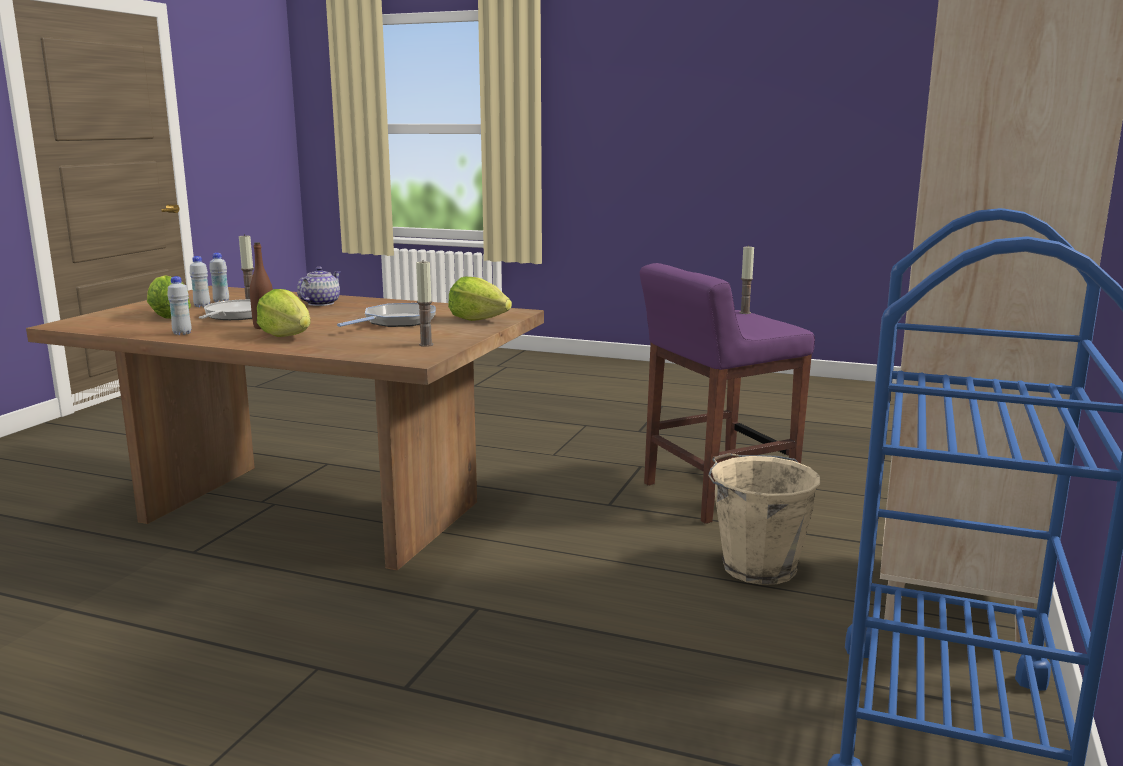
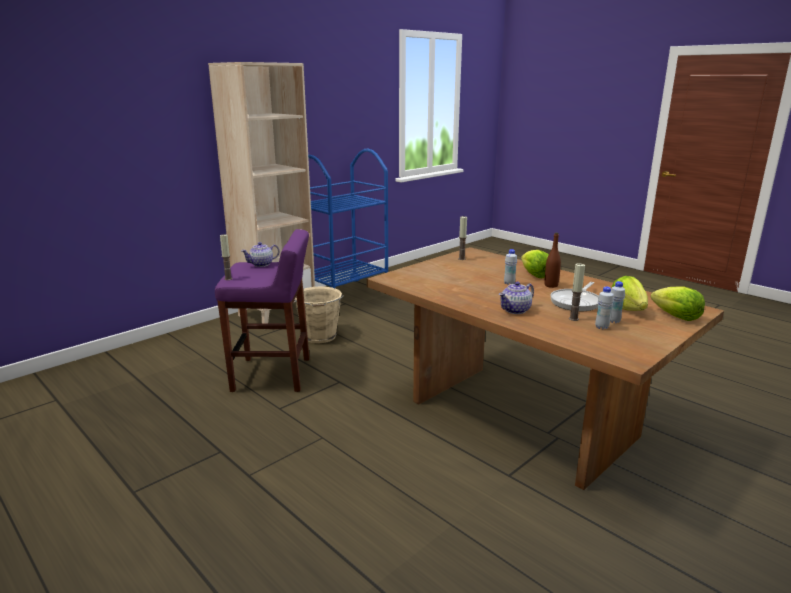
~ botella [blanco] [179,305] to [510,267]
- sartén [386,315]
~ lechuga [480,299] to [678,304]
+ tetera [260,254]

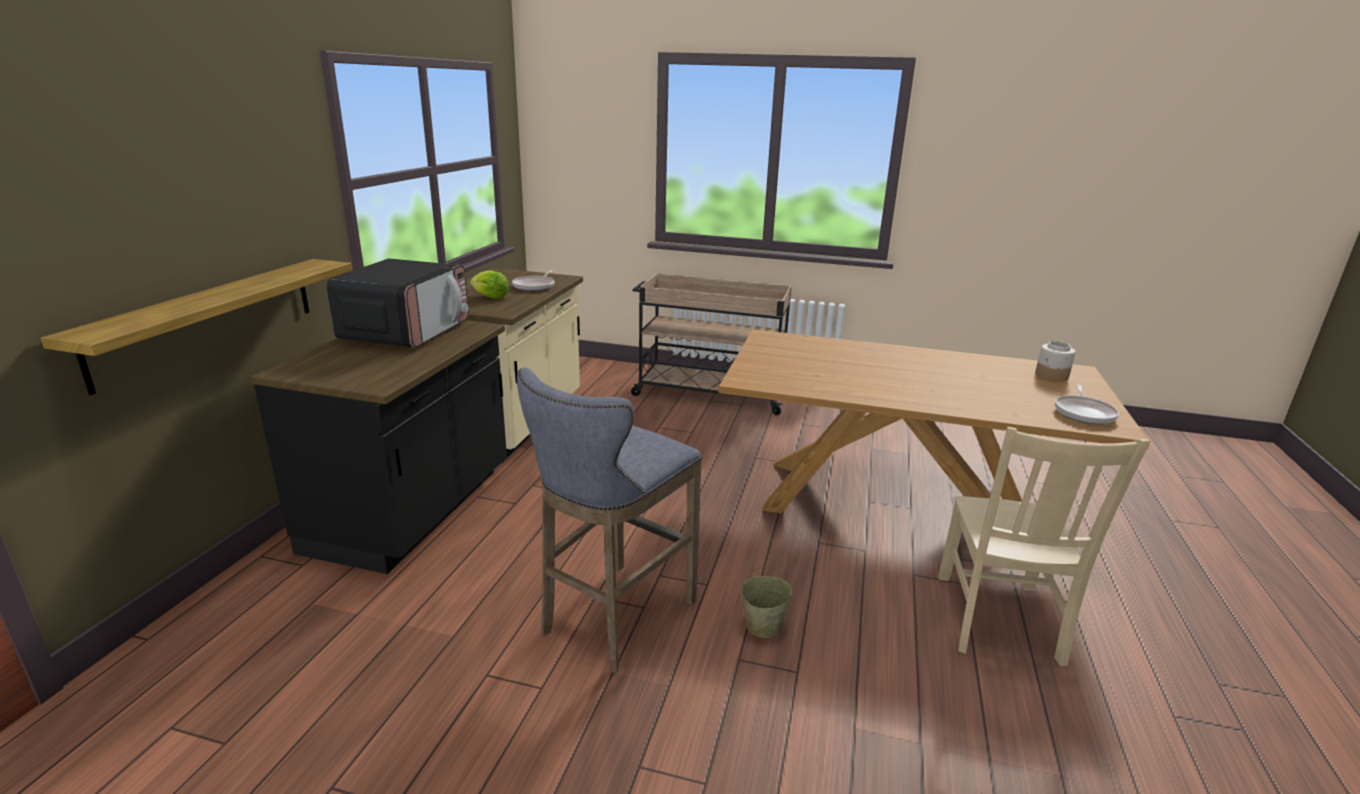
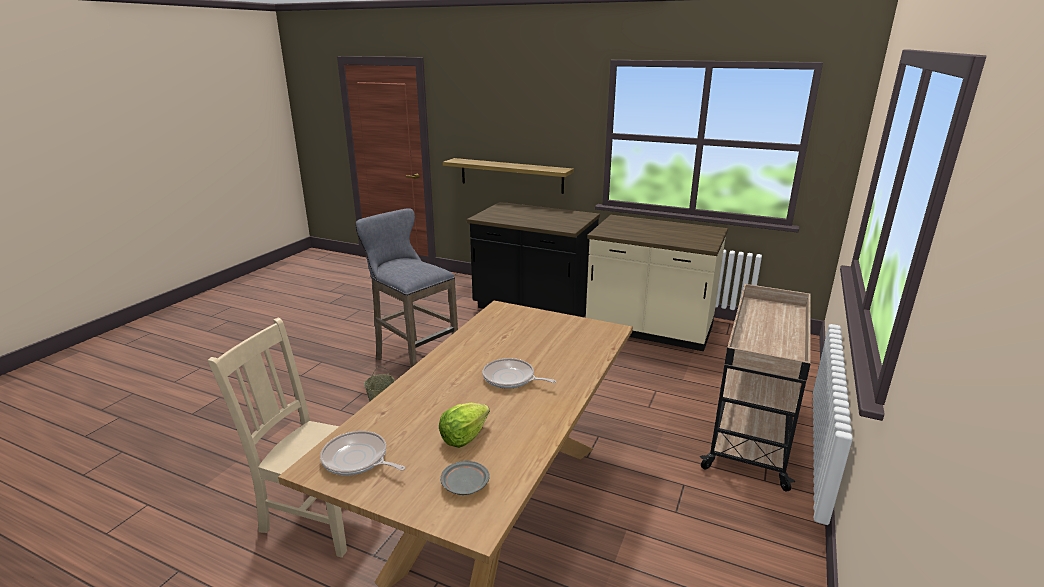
- microondas [397,303]
~ lechuga [489,284] to [464,425]
~ sartén [533,280] to [519,373]
~ tarro [1055,361] to plato [gris] [465,478]

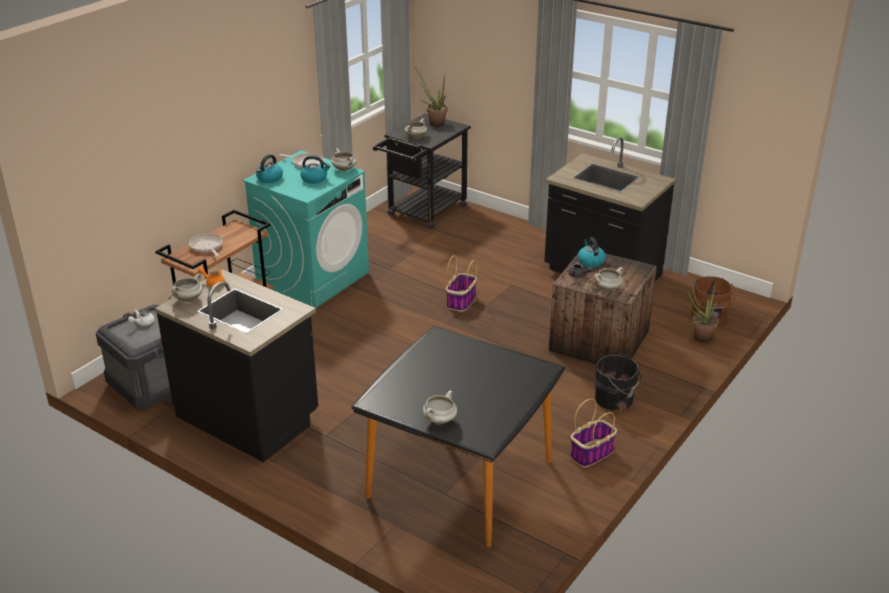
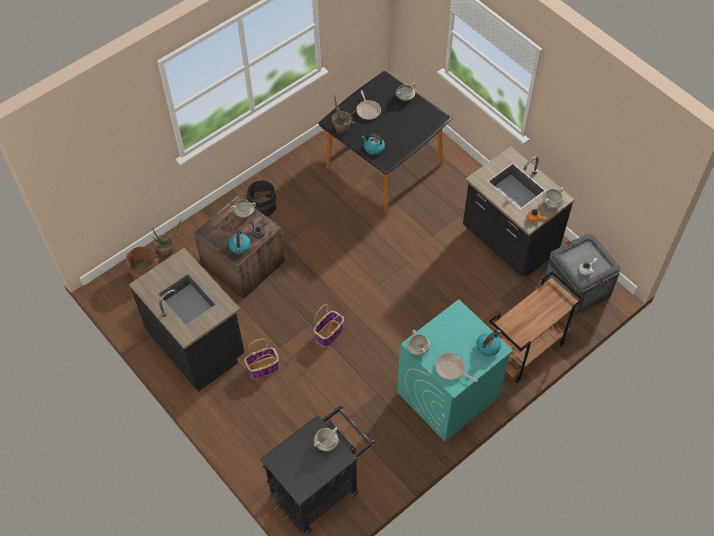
~ sartén [206,245] to [368,105]
~ hervidor [315,169] to [373,144]
~ planta en maceta [431,97] to [344,114]
~ cesta [593,433] to [261,359]

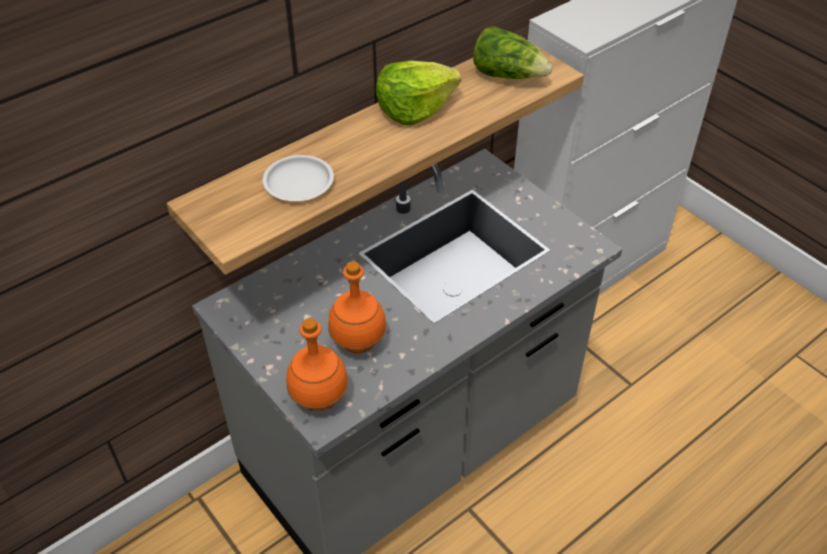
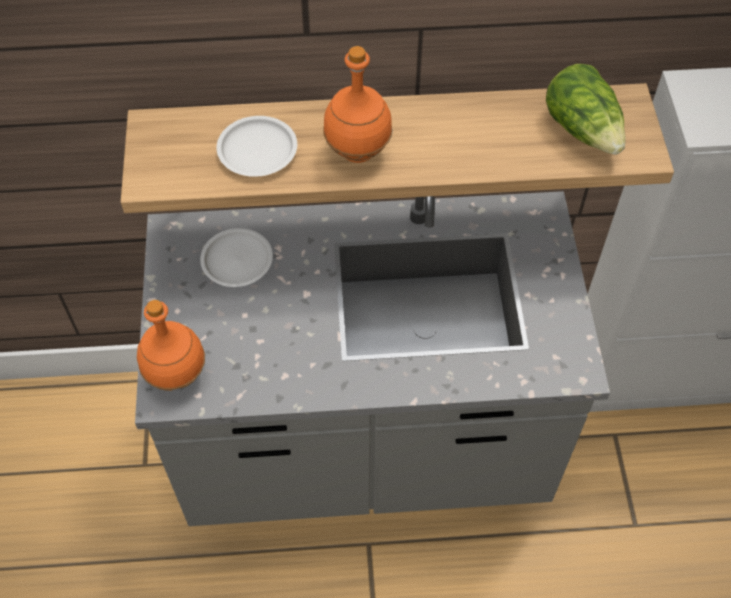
~ botella [naranja] [357,307] to [357,104]
- lechuga [418,93]
+ plato [blanco] [236,257]

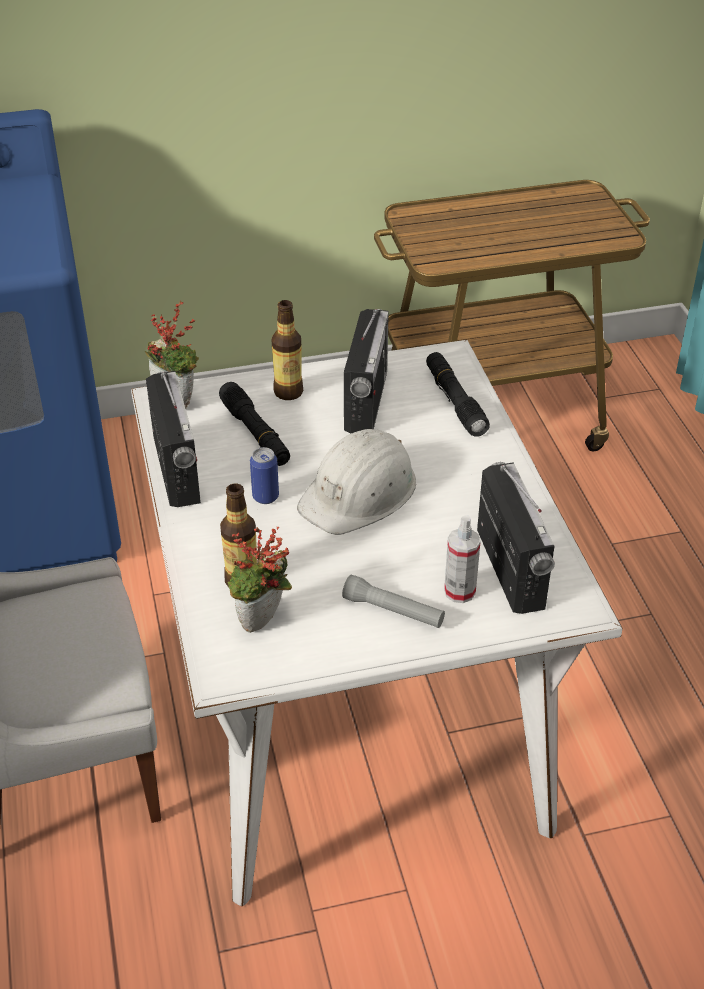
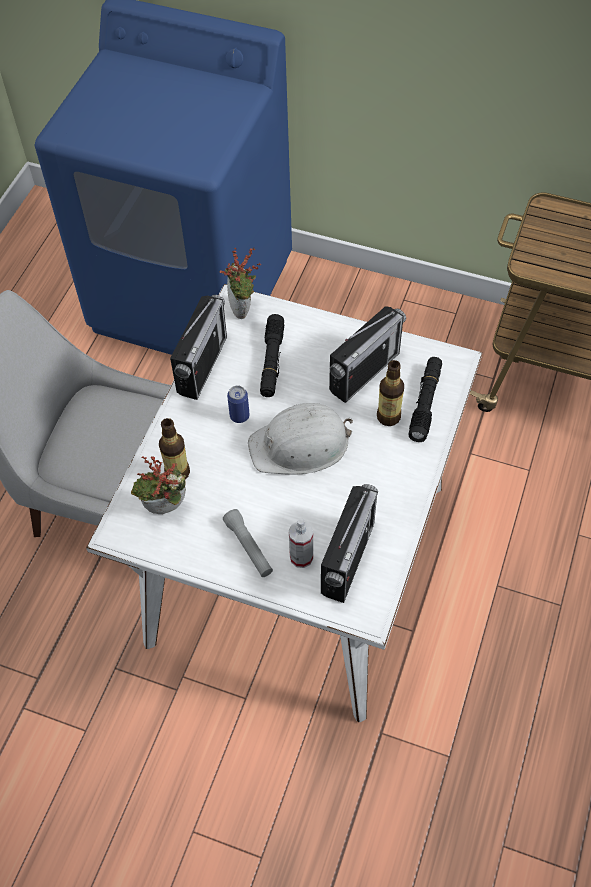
~ botella [287,350] to [390,393]

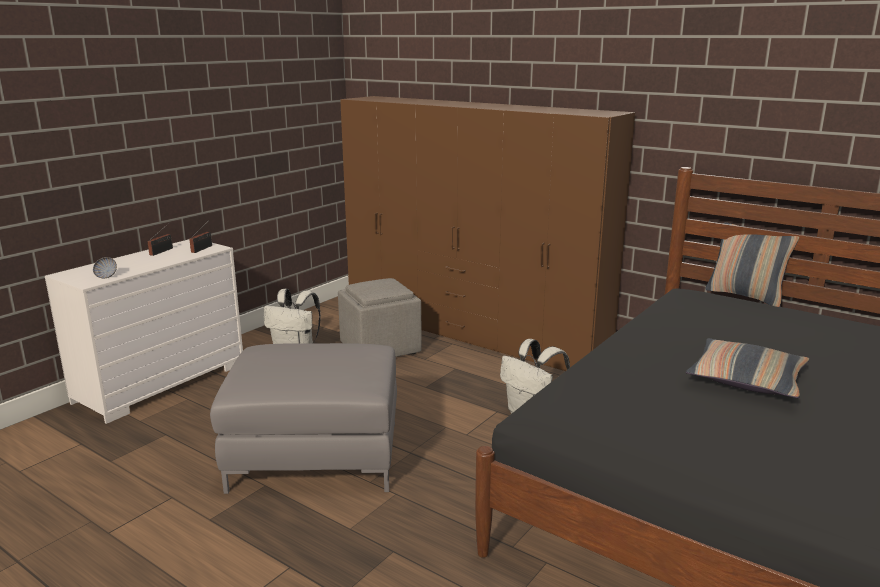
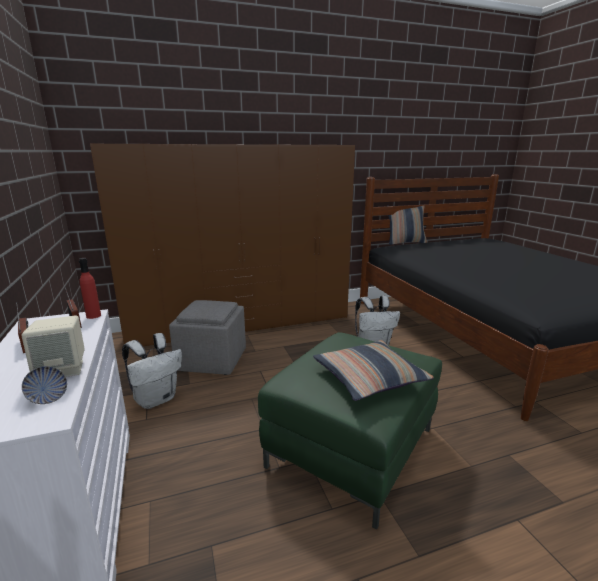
~ puf [gris] [303,418] to puf [verde] [350,431]
~ cojín [747,368] to [373,370]
+ altavoz [beis] [53,346]
+ botella [rojo] [90,288]

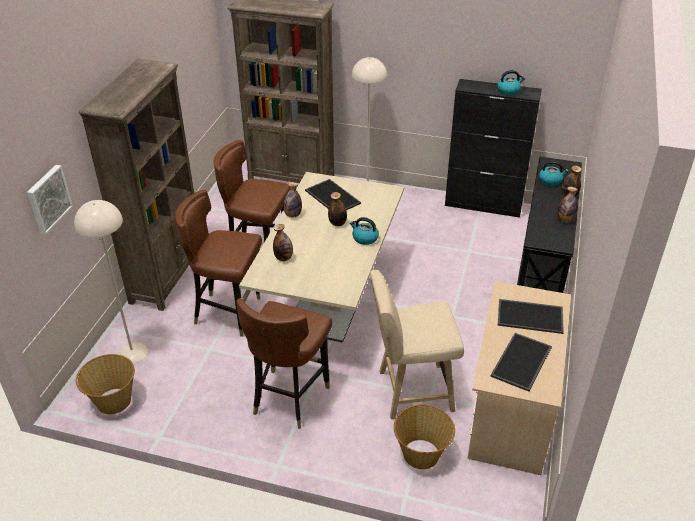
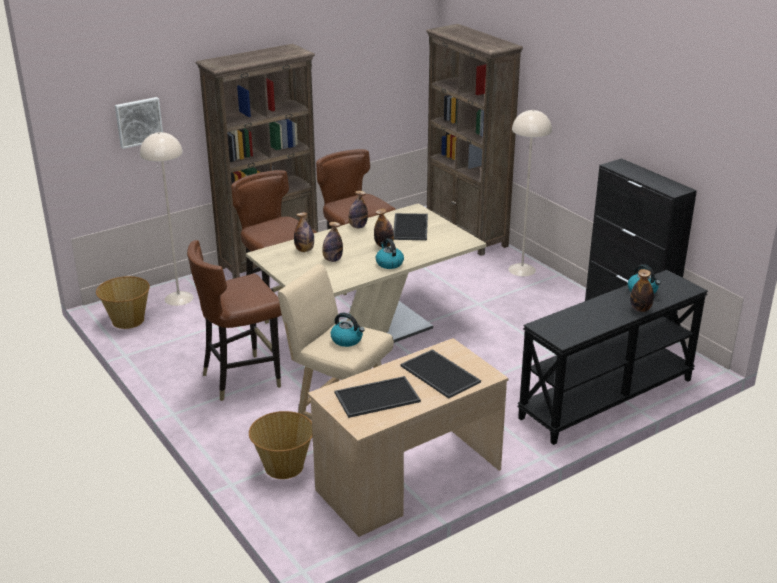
~ hervidor [511,82] to [347,330]
~ botella [567,205] to [332,242]

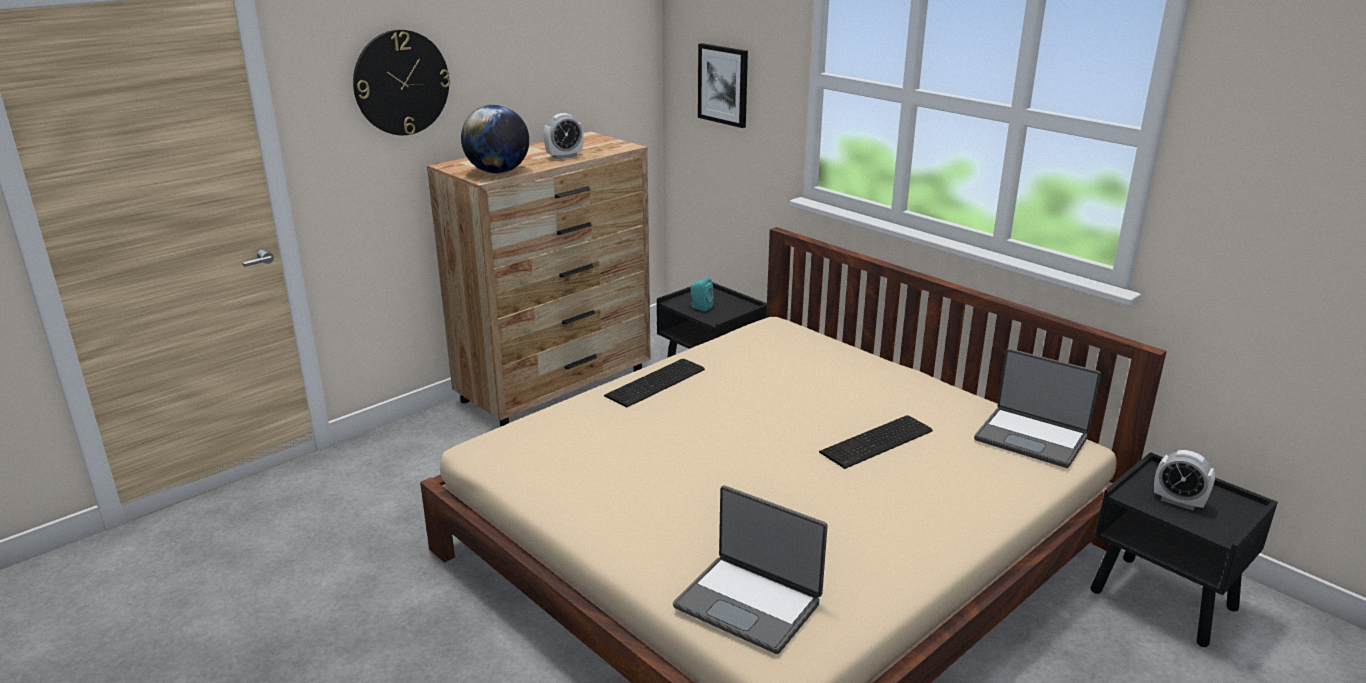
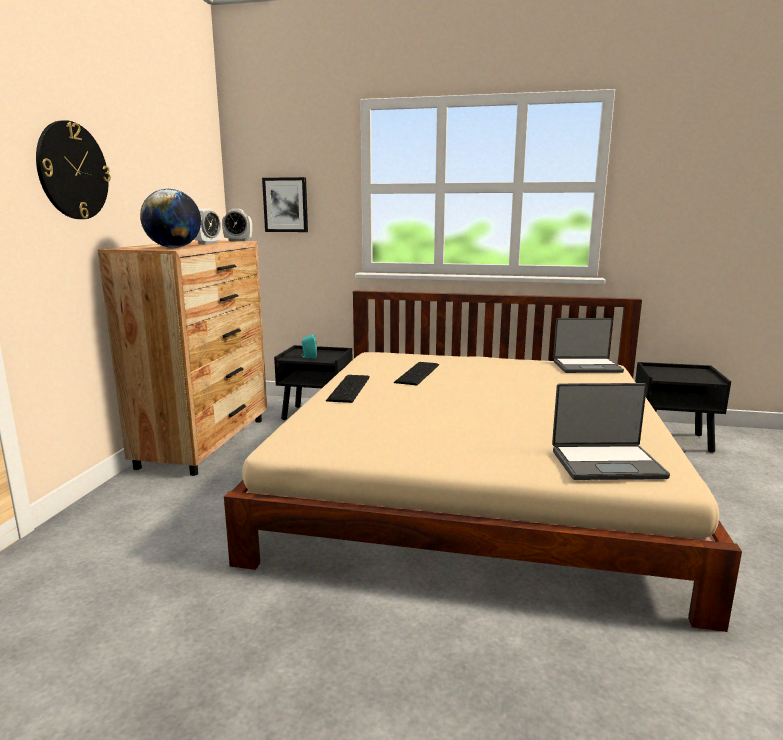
~ teclado [876,442] to [416,373]
~ despertador [1184,480] to [237,225]

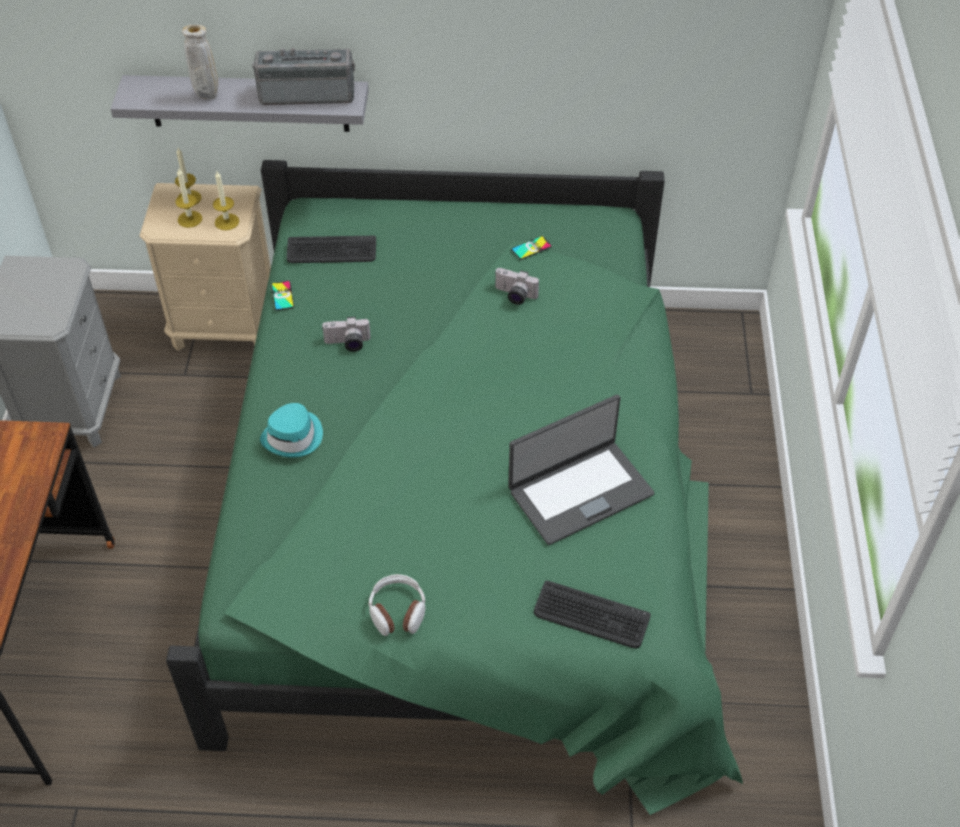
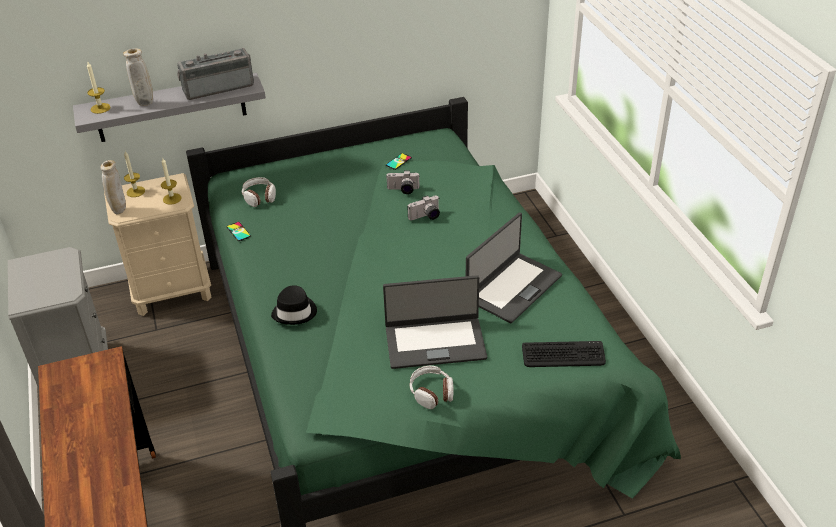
~ vela [188,198] to [99,88]
~ sombrero [turquesa] [291,430] to sombrero [negro] [294,305]
~ teclado [331,249] to auriculares [259,192]
~ cámara [346,334] to [424,207]
+ florero [beis] [113,187]
+ portátil [435,322]

